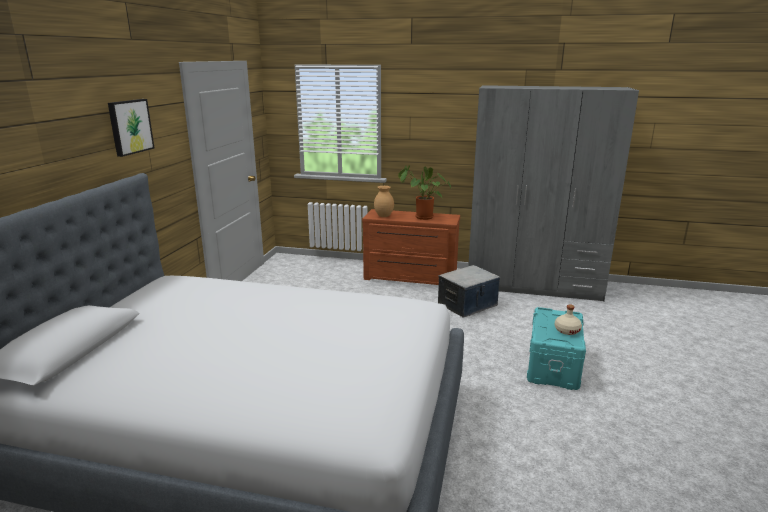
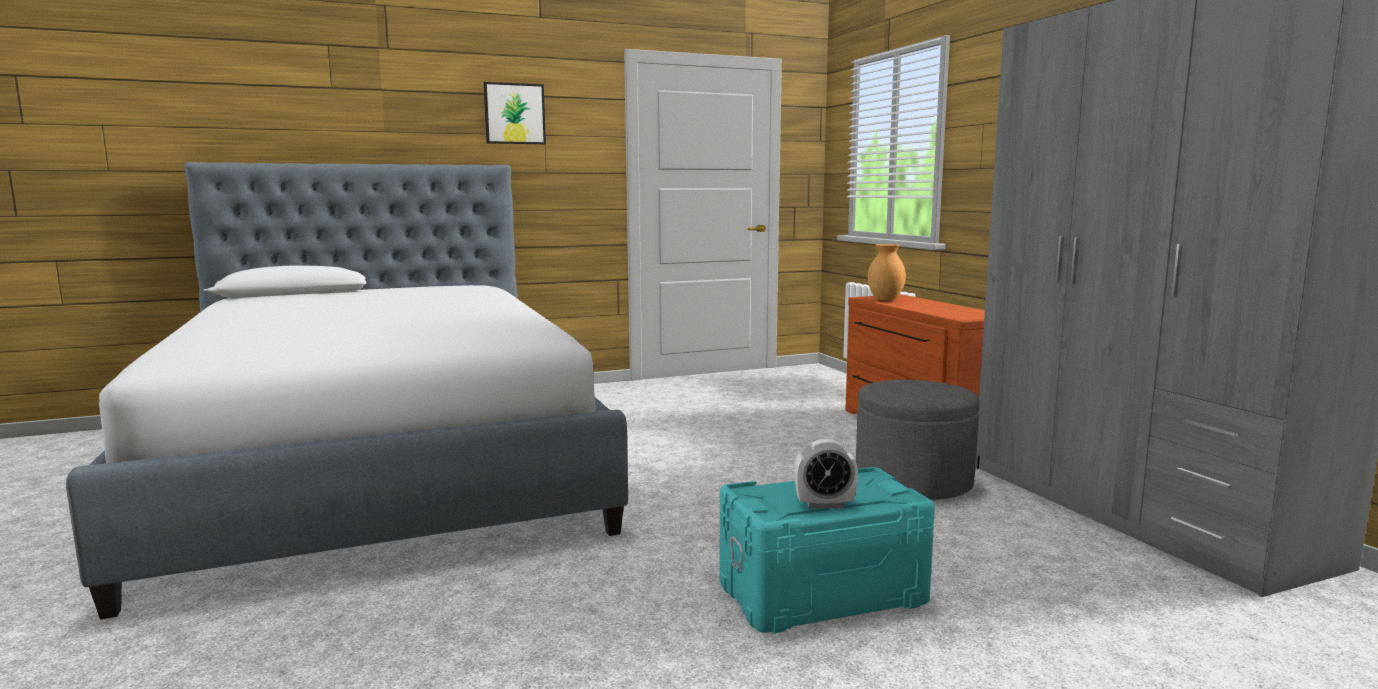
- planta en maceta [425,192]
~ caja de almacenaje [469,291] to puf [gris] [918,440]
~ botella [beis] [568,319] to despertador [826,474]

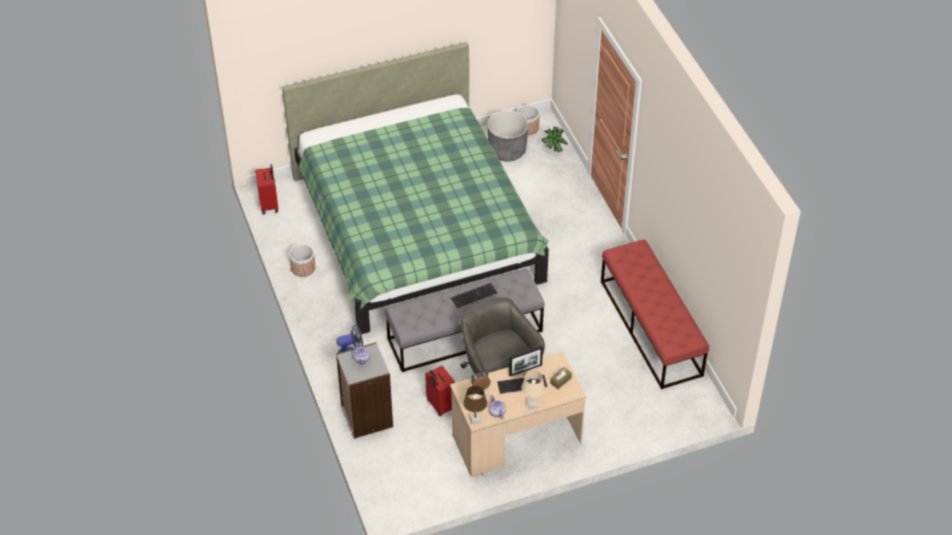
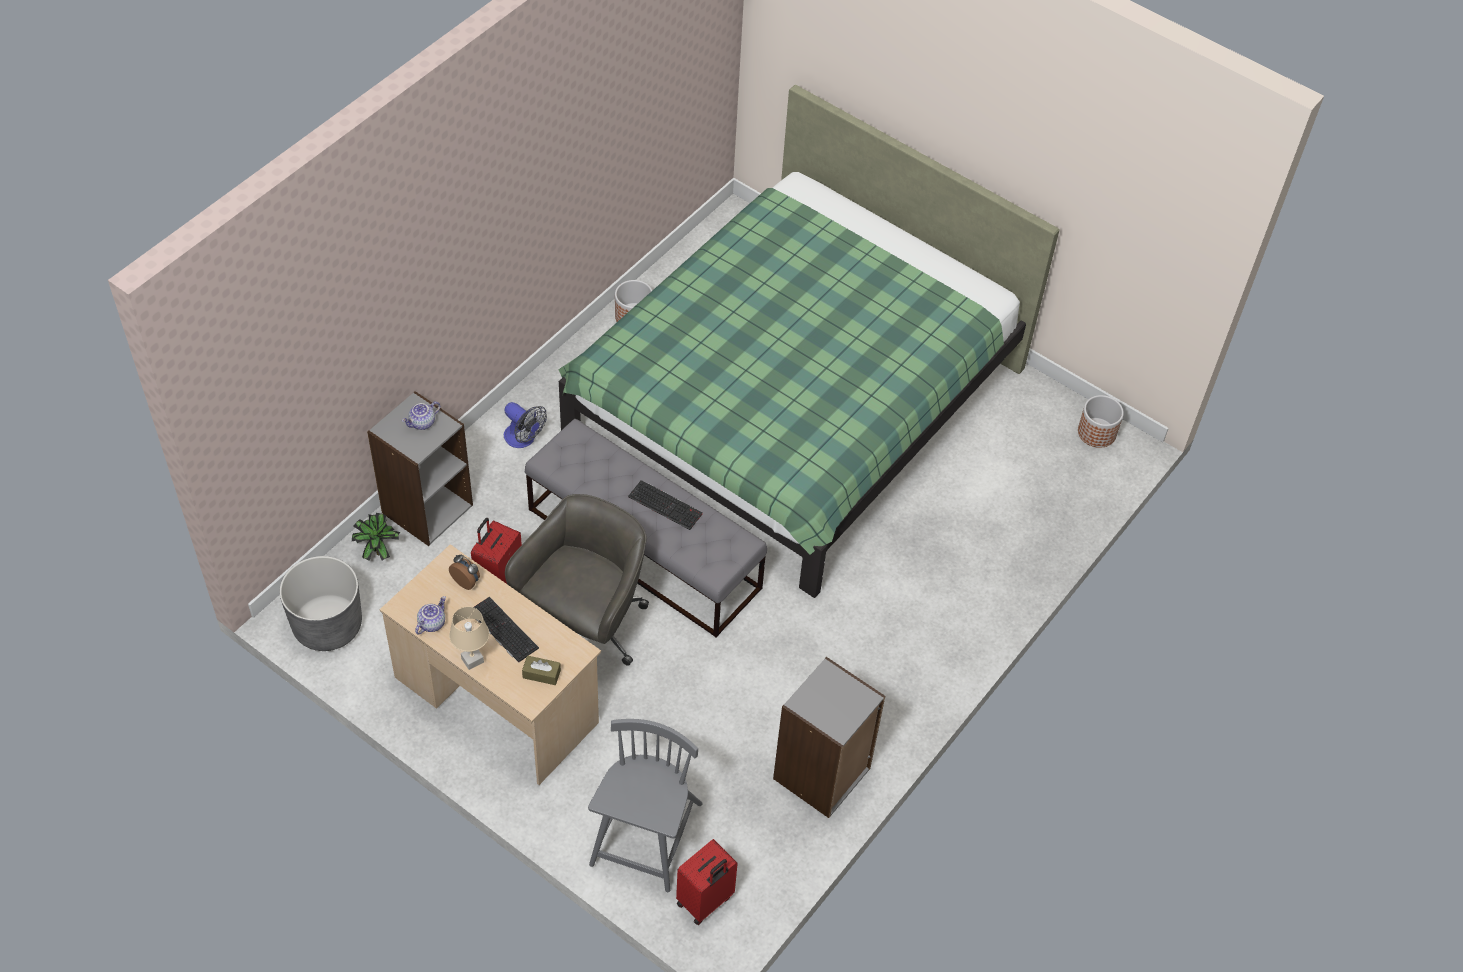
~ maleta [rojo] [267,189] to [707,882]
- lámpara de mesa [marrón] [475,405]
~ maceta [gris] [507,136] to [321,603]
- portarretratos [526,361]
~ planta en maceta [555,140] to [376,537]
~ banco [rojo] [655,314] to estantería [gris] [829,737]
+ silla [gris] [645,805]

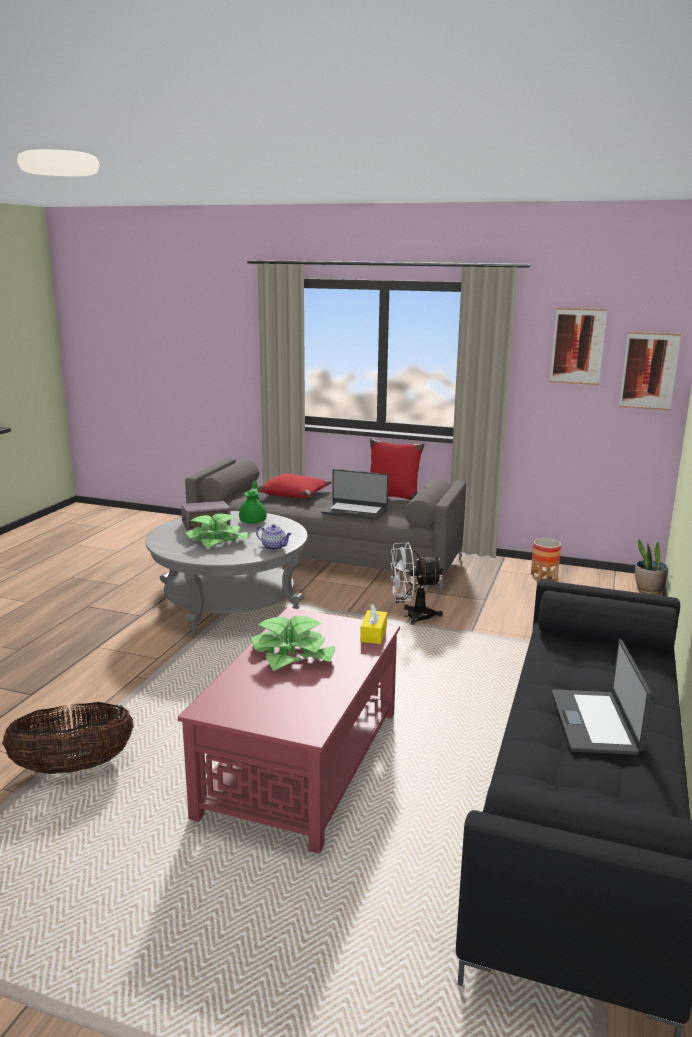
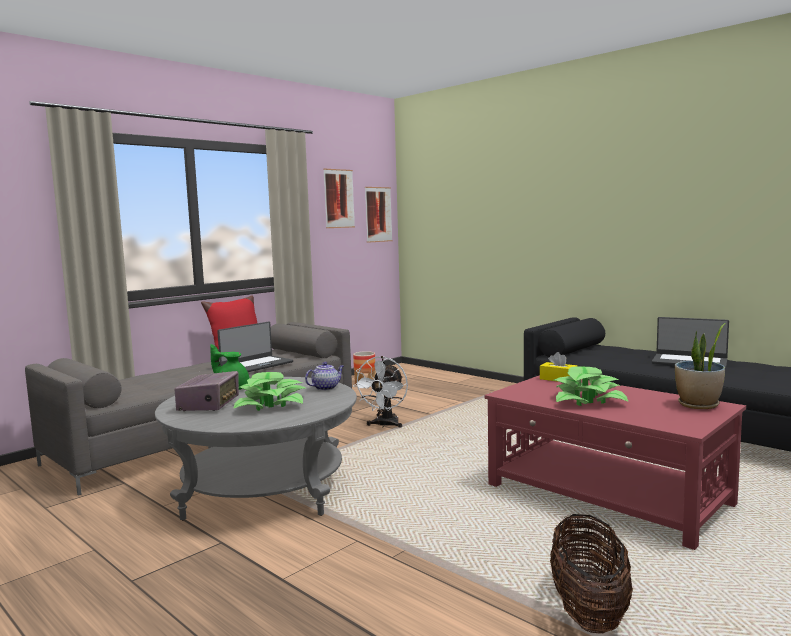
- cojín [rojo] [295,486]
~ planta en maceta [651,567] to [700,366]

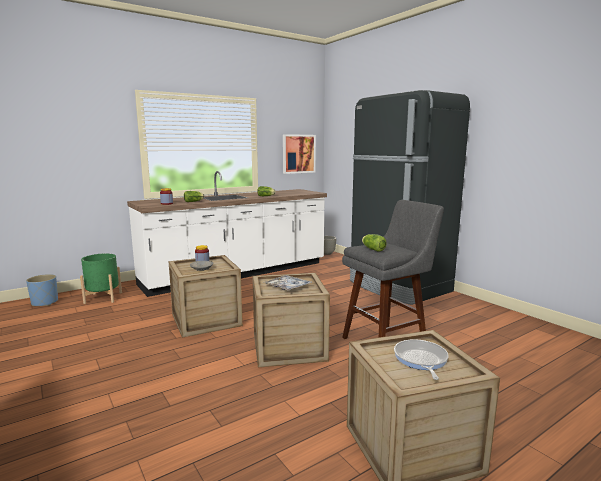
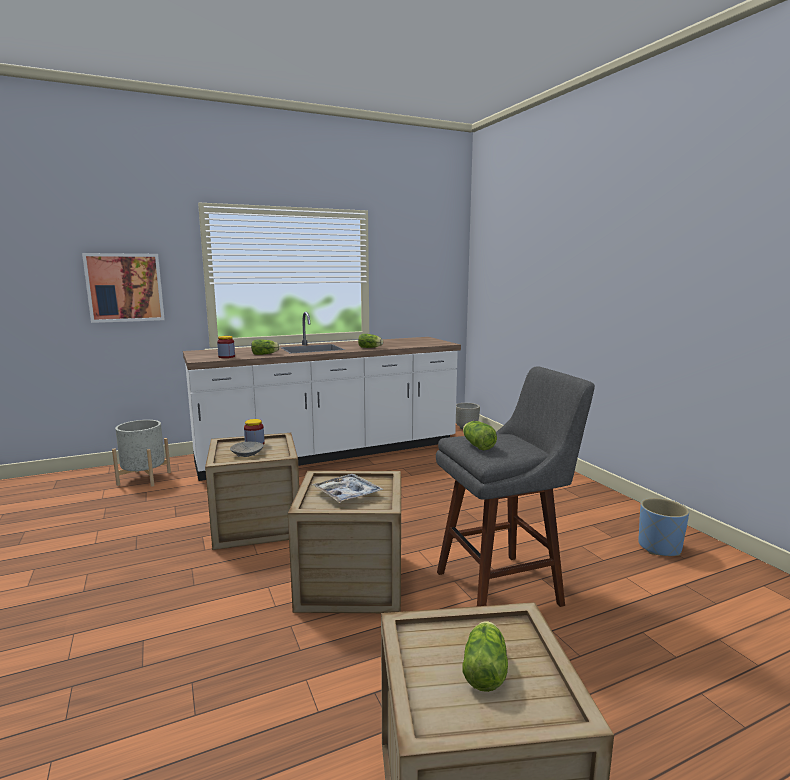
~ maceta [azul] [42,290] to [663,527]
~ maceta [verde] [101,278] to maceta [gris] [141,453]
~ cuadro [299,154] to [123,288]
- nevera [negro] [410,197]
~ sartén [421,359] to lechuga [485,656]

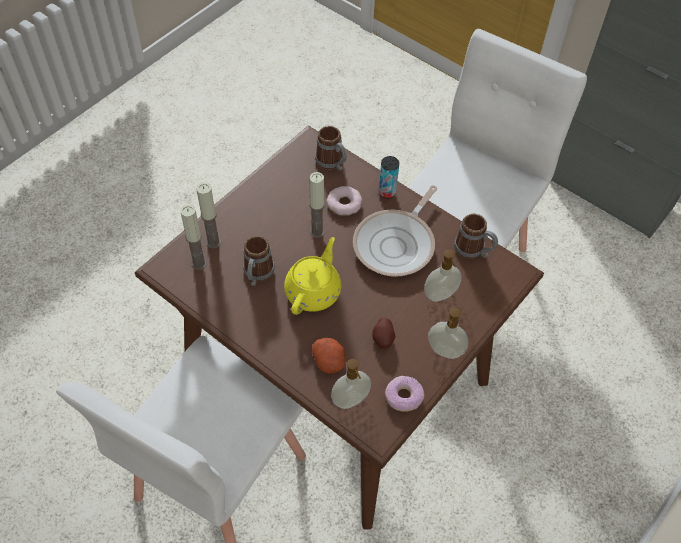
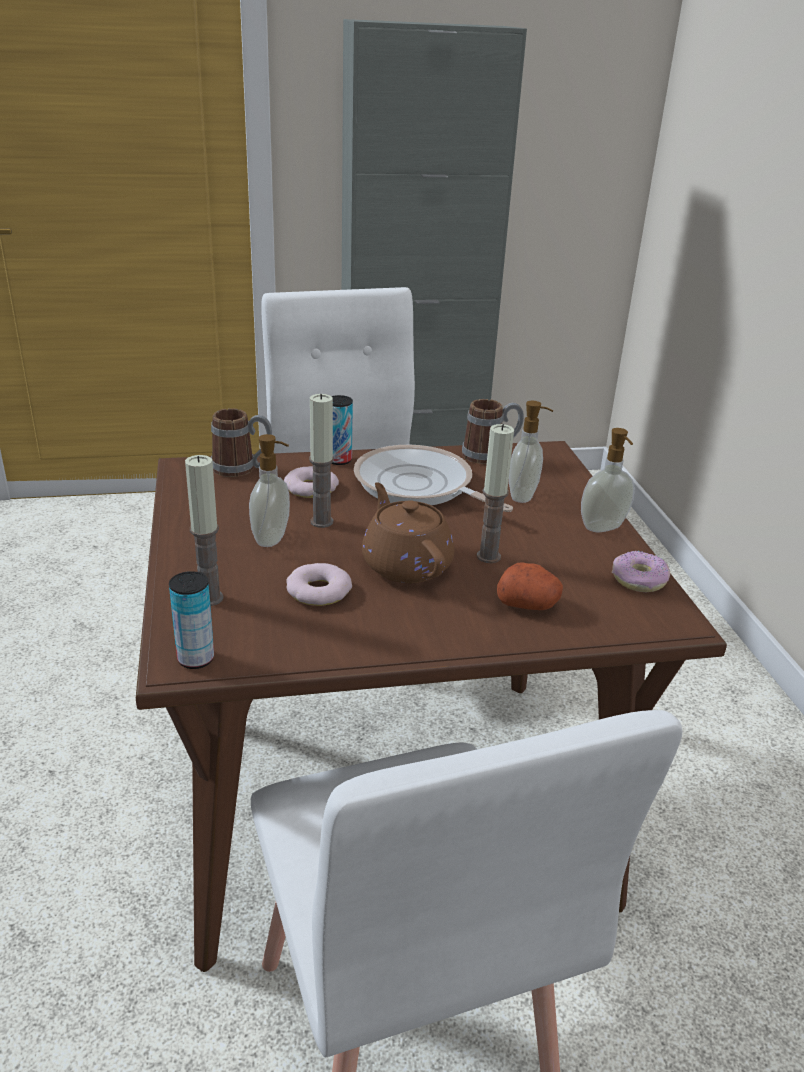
~ vela [193,237] to [495,493]
~ taza grande [258,261] to rosquilla [319,584]
~ tetera [amarillo] [312,276] to tetera [marrón] [408,532]
~ dispensador de jabón [351,384] to [269,490]
~ sartén [395,231] = [433,478] 150 degrees clockwise
- patata [383,333]
+ lata [191,620]

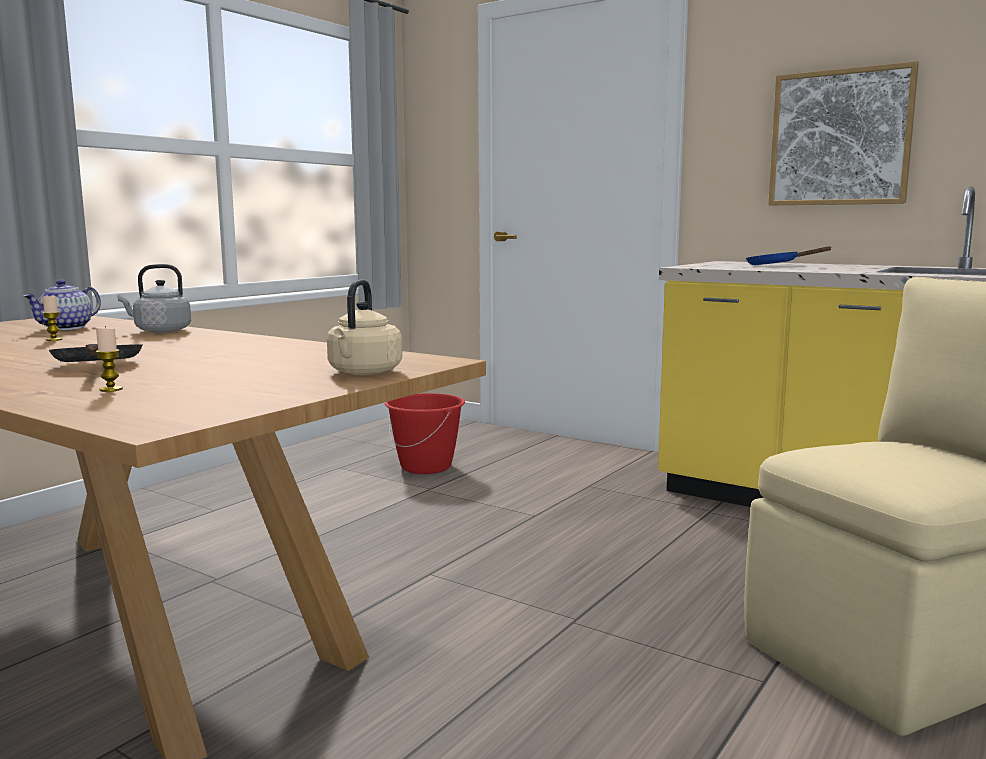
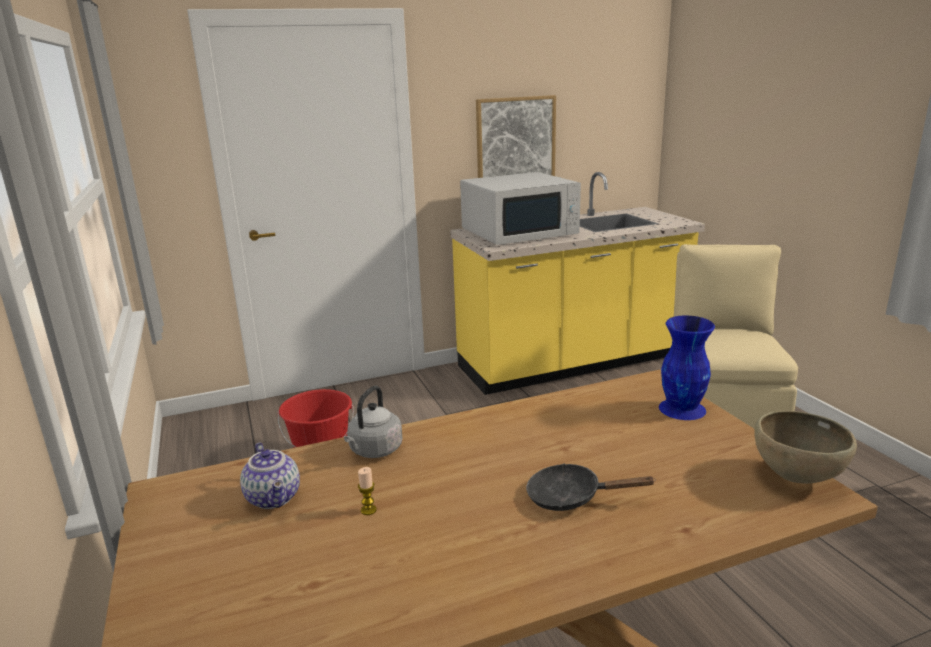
- vela [109,359]
~ hervidor [beis] [364,327] to florero [azul] [687,368]
~ sartén [azul] [789,255] to microondas [blanco] [520,208]
+ cuenco [marrón] [805,447]

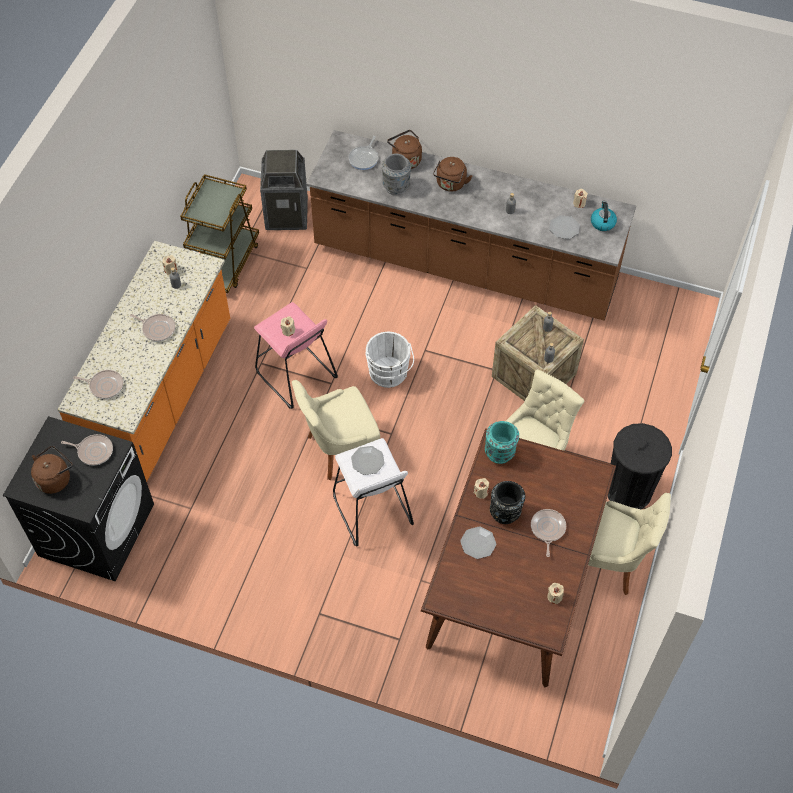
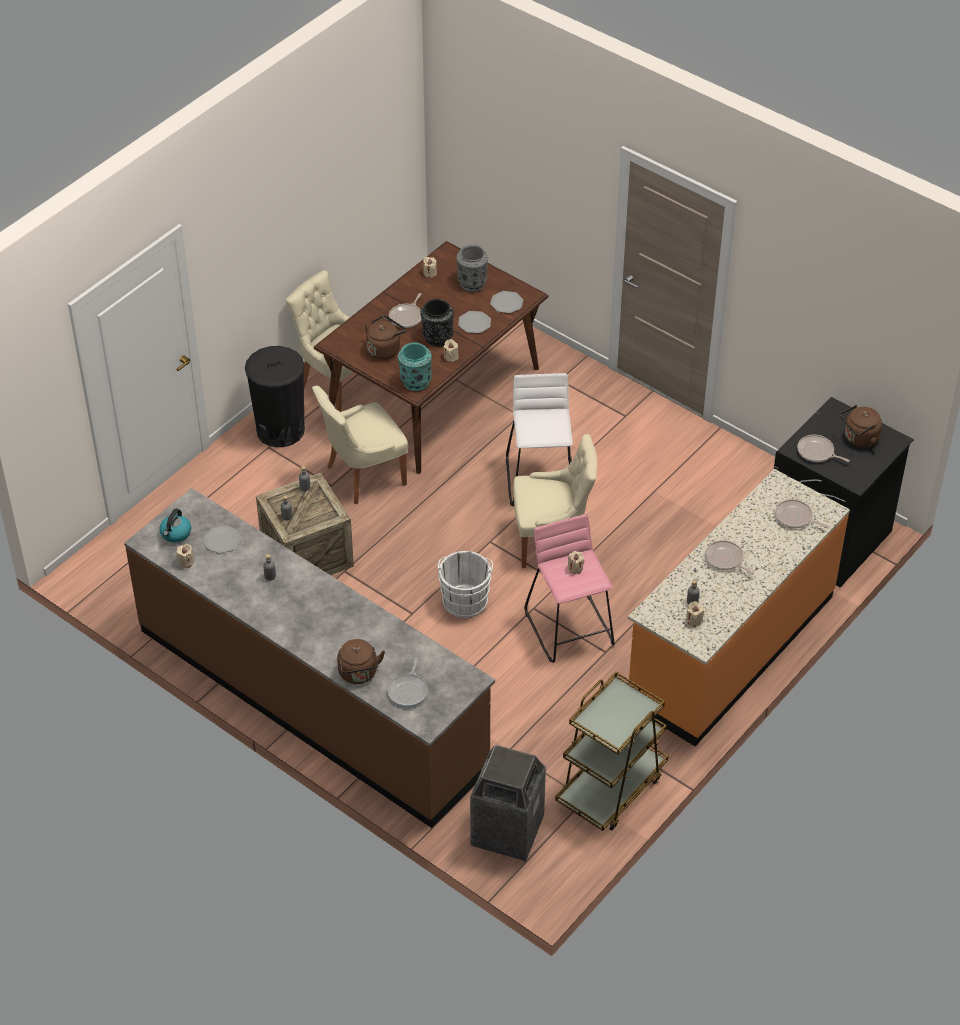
~ sartén [363,153] = [408,682] 150 degrees clockwise
~ plato [367,460] to [506,302]
~ florero [gris] [396,174] to [472,268]
~ hervidor [marrón] [452,174] to [385,337]

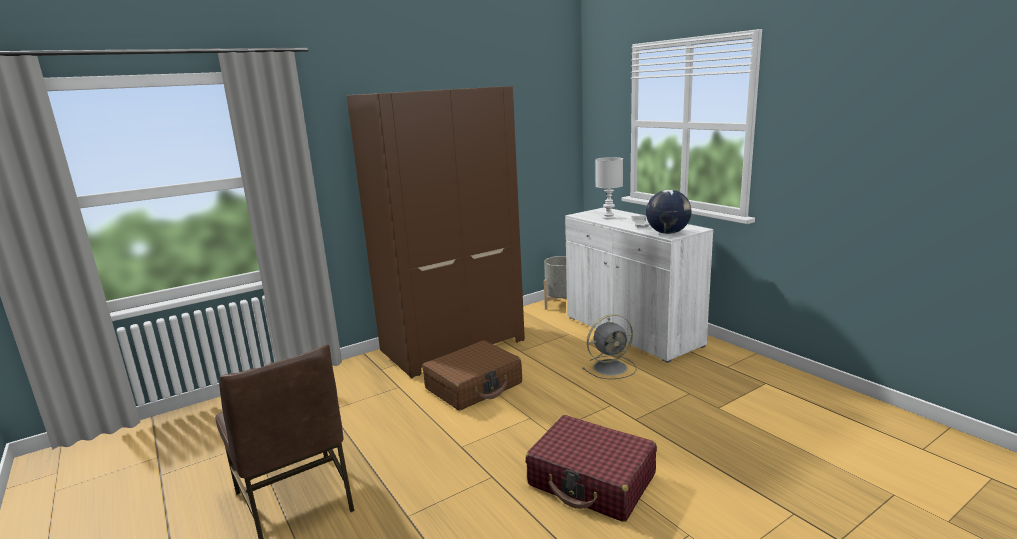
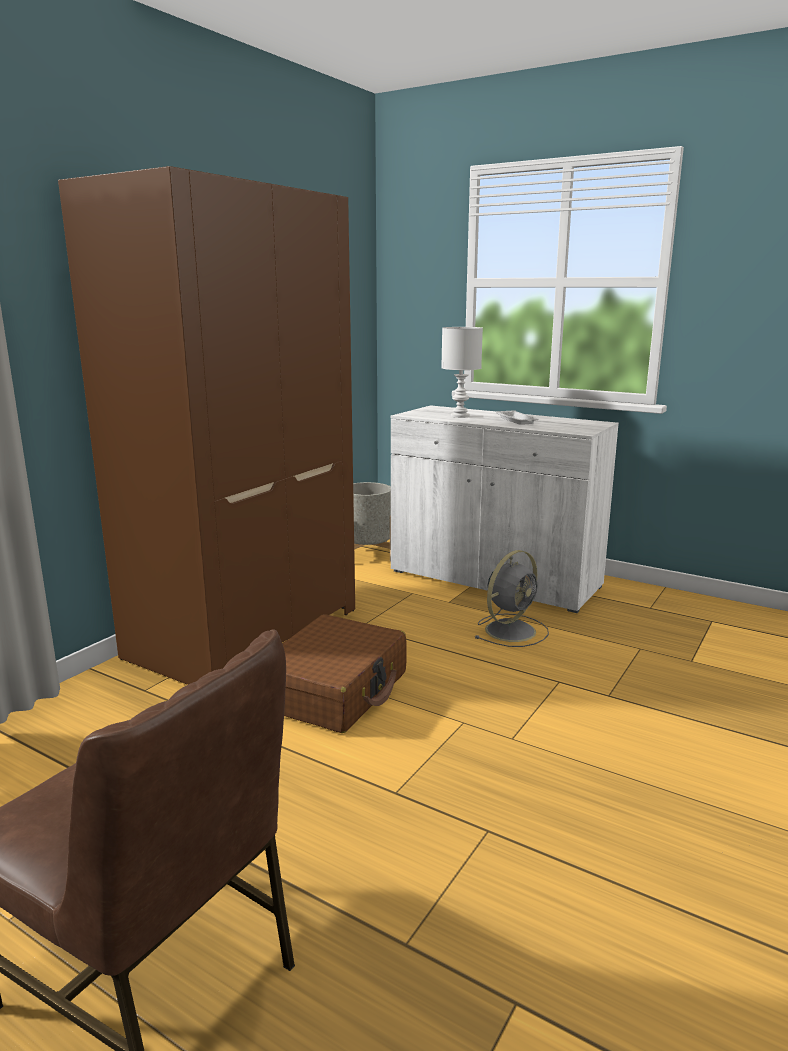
- maleta [rojo] [591,468]
- globo terráqueo [668,212]

